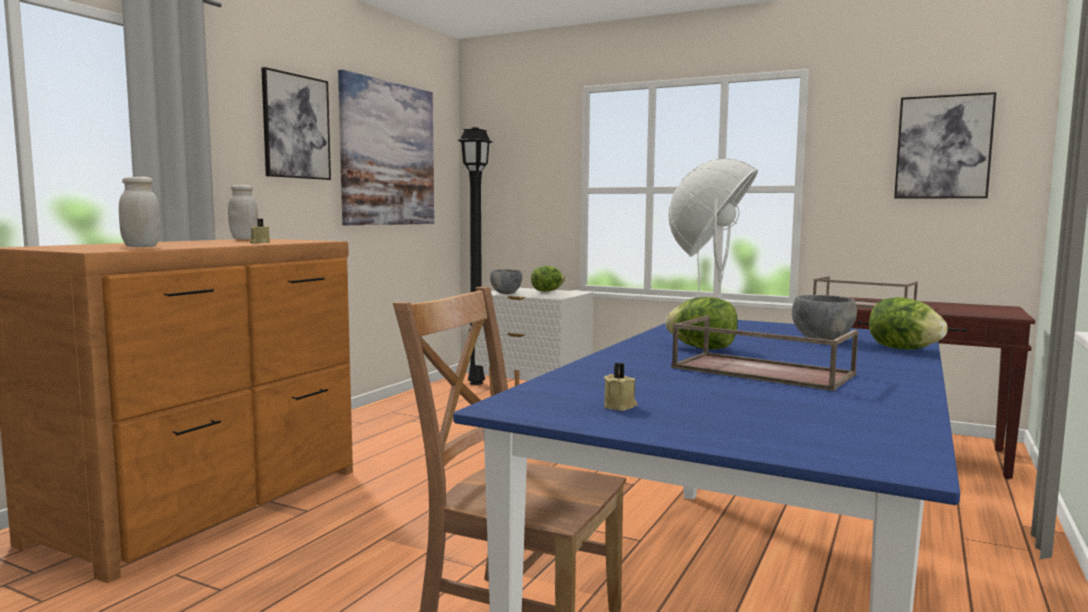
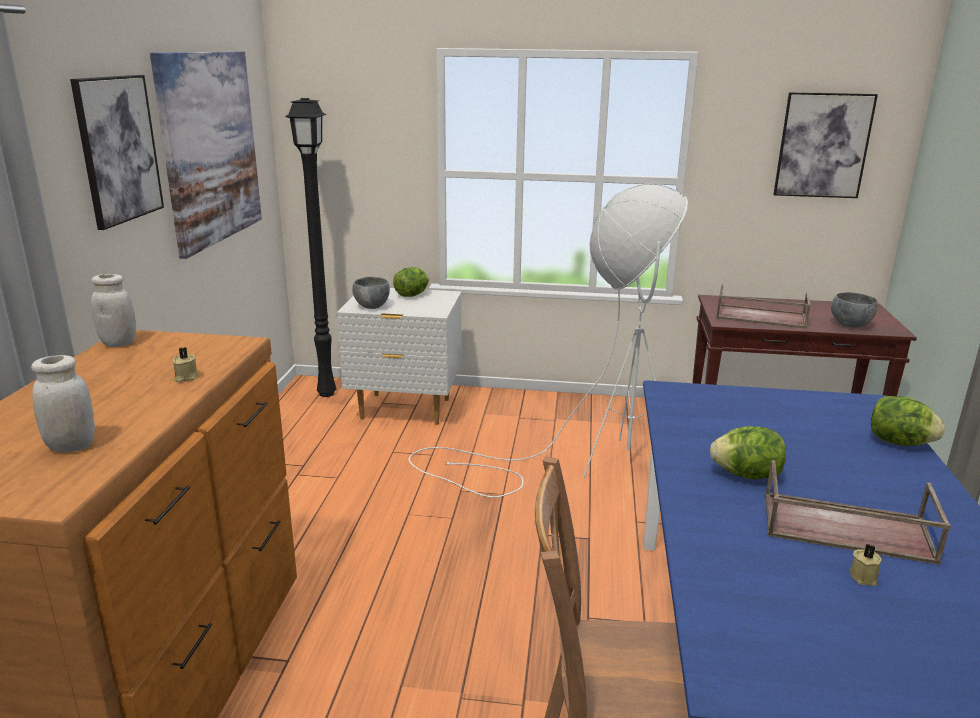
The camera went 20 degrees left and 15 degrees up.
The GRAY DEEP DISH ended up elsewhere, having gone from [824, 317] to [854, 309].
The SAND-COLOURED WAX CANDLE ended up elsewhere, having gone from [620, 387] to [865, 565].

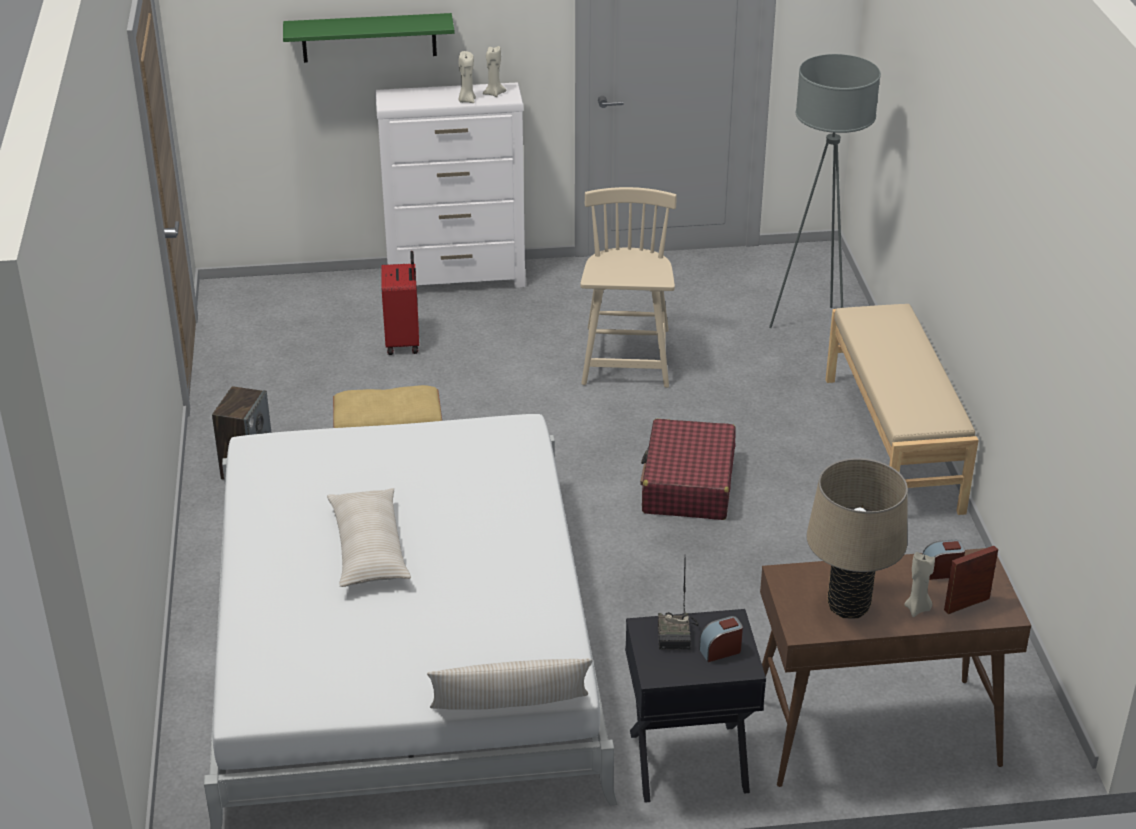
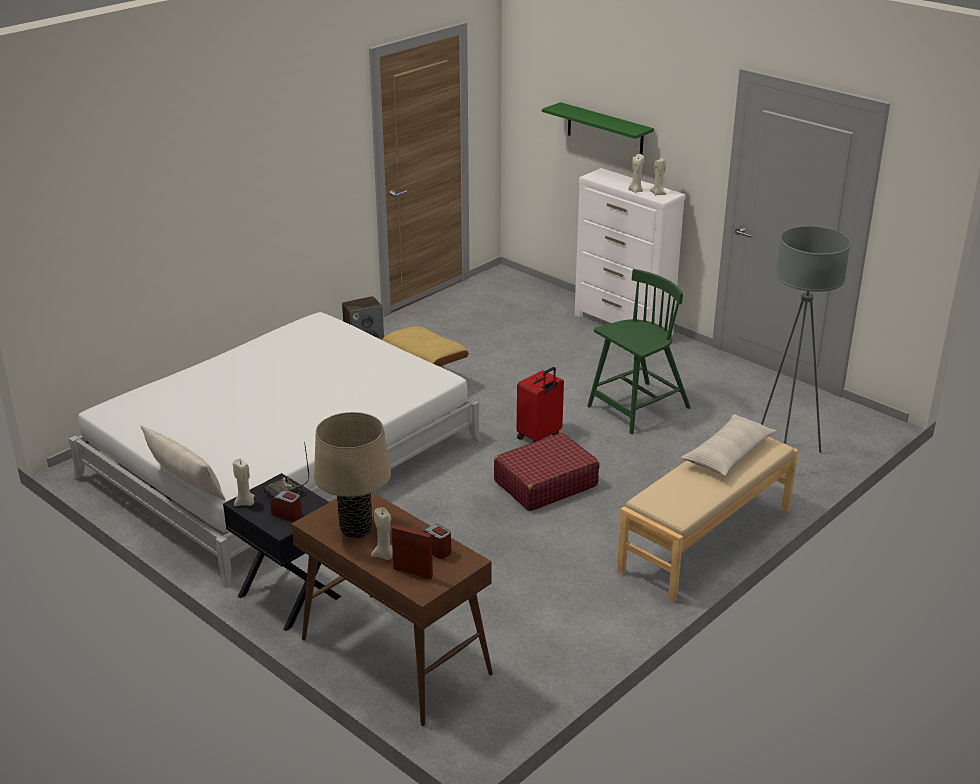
The camera went 50 degrees right and 5 degrees down.
The second view gained the SAND-COLOURED WAX CANDLE at [244, 482].
The REDDISH SUITCASE ended up elsewhere, having gone from [400, 303] to [540, 405].
What was the SAND-COLOURED CHAIR at [628, 287] turned into the GREENISH CHAIR at [639, 351].
The SAND-COLOURED CUSHION ended up elsewhere, having gone from [369, 537] to [729, 445].

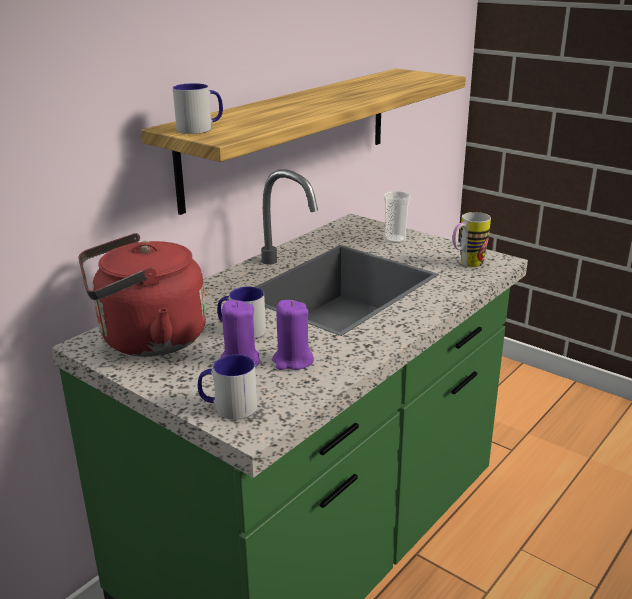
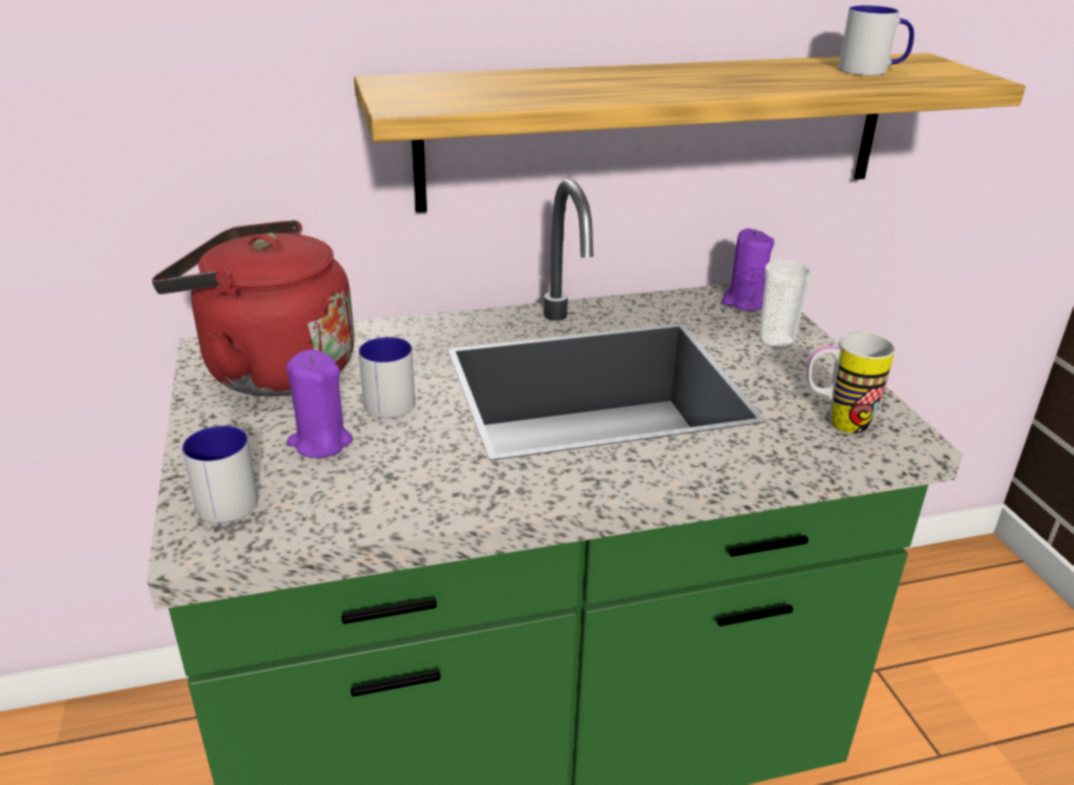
The camera went 35 degrees right and 5 degrees up.
The PURPLE-COLOURED WAX CANDLE ended up elsewhere, having gone from [293, 335] to [748, 269].
The COFFEE MUG ended up elsewhere, having gone from [198, 108] to [876, 40].

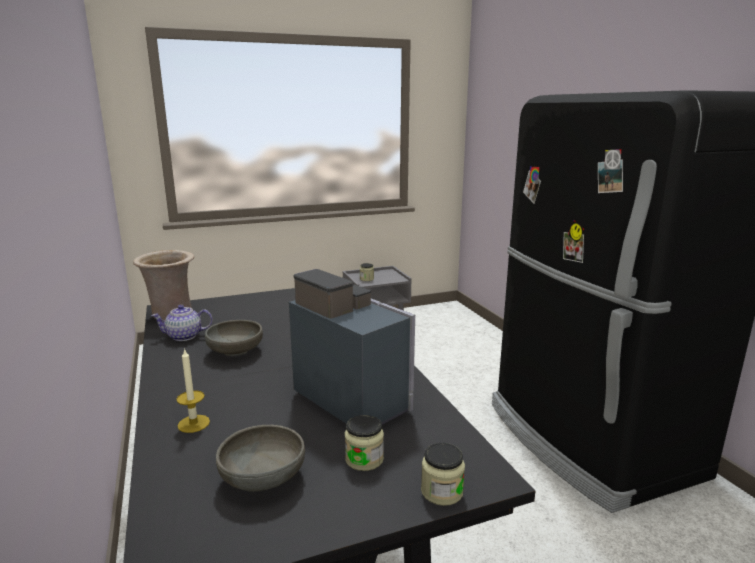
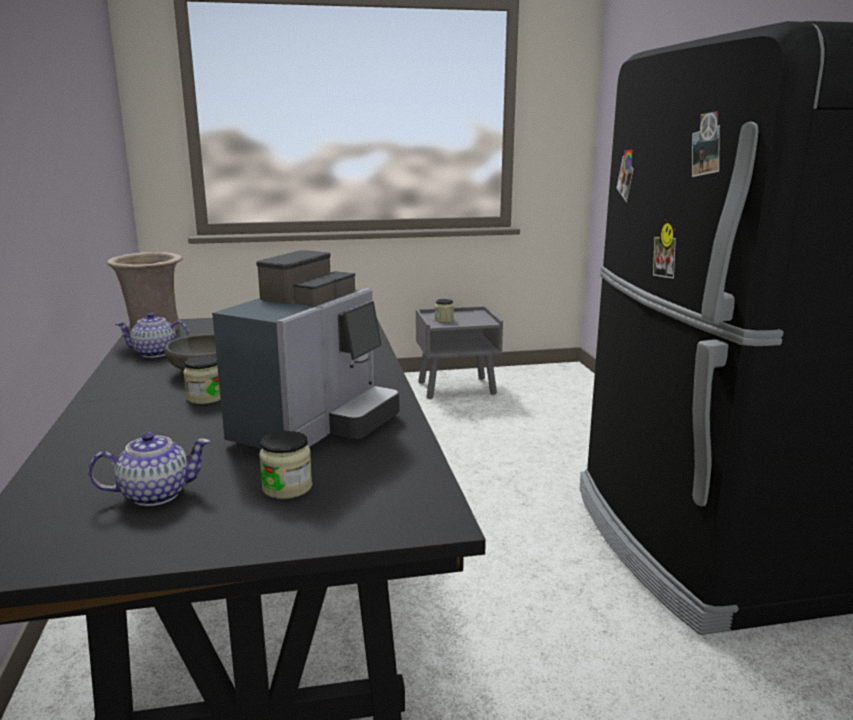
The camera went 10 degrees right and 0 degrees up.
Where the GRAY DEEP DISH stood at [260, 458], the TEA POT came to stand at [149, 469].
The JAR ended up elsewhere, having gone from [443, 474] to [202, 379].
The COFFEE MACHINE at [352, 347] ended up facing another way, 60 degrees clockwise from before.
The second view lost the WAX CANDLE at [193, 390].

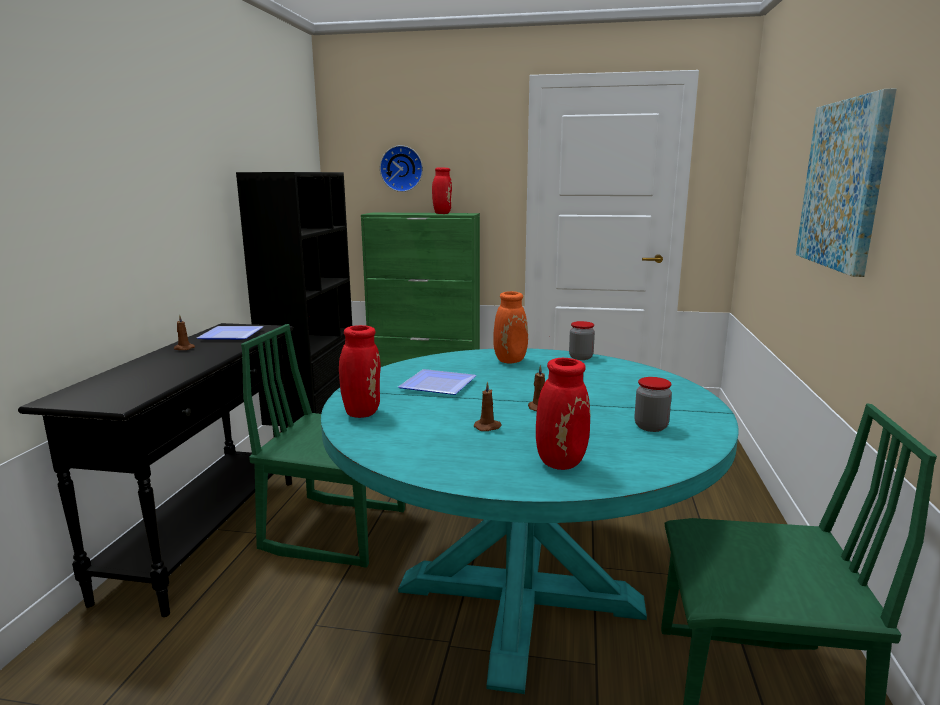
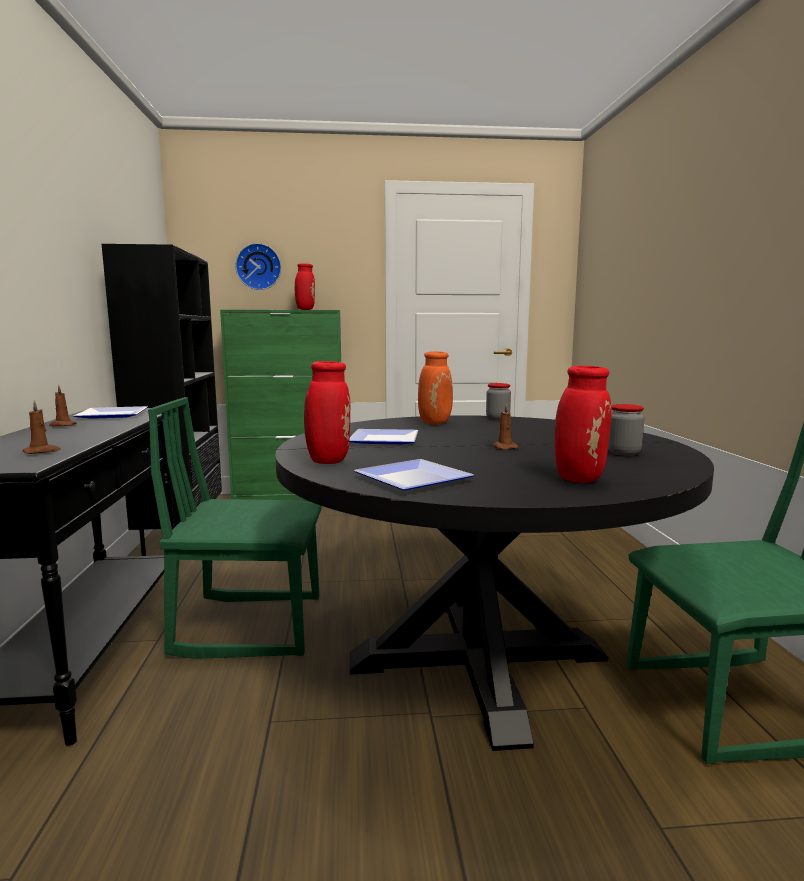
The camera went 15 degrees left and 5 degrees down.
The BROWN-COLOURED WAX CANDLE ended up elsewhere, having gone from [488, 406] to [41, 426].
What was the TURQUOISE DINNER TABLE at [530, 521] turned into the BLACK-COLOURED DINNER TABLE at [494, 583].
The second view gained the PLATE at [414, 474].
The second view lost the WALL PICTURE at [846, 182].

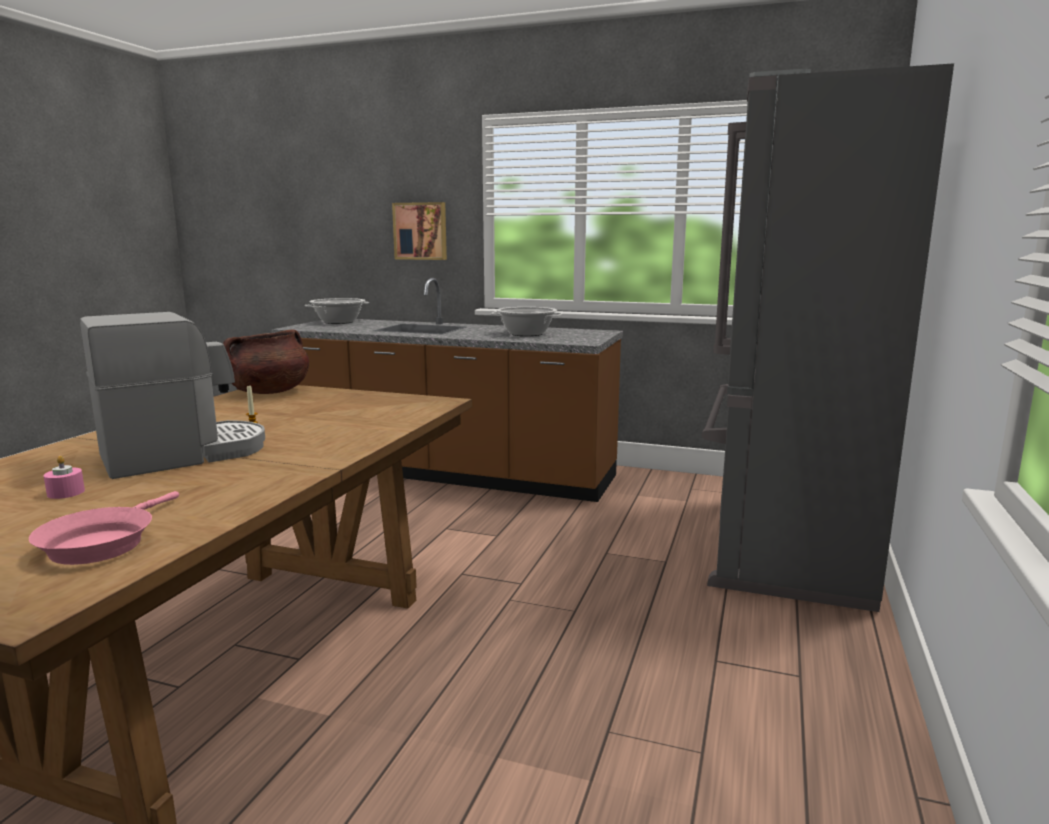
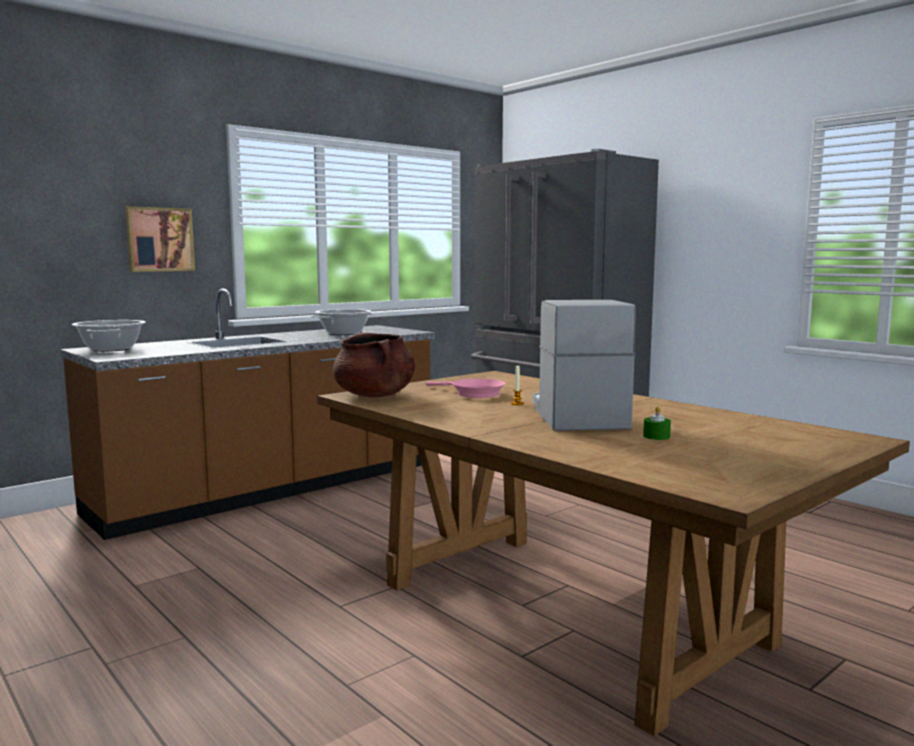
The camera went 60 degrees left and 5 degrees down.
The PINKISH SKILLET ended up elsewhere, having gone from [104, 528] to [465, 388].
What was the PINKISH WAX CANDLE at [64, 477] turned into the GREENISH WAX CANDLE at [657, 423].

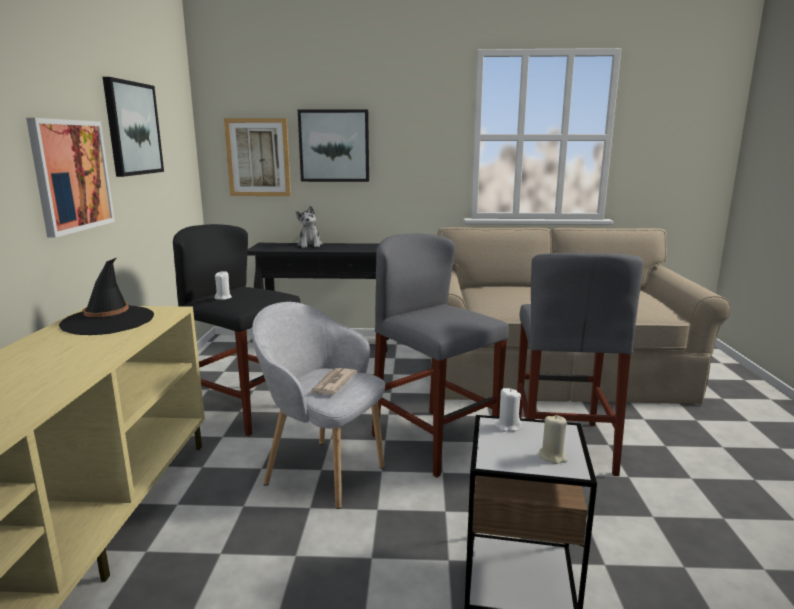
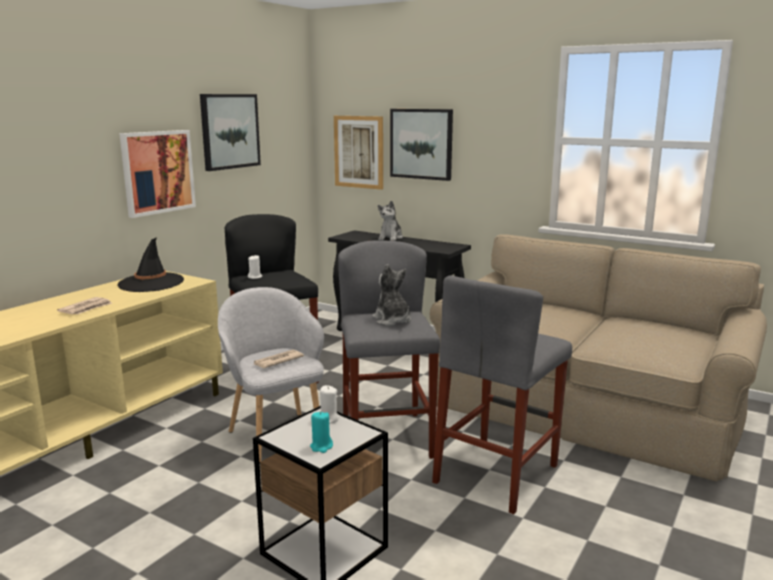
The camera went 30 degrees right and 0 degrees up.
The second view gained the DAILY PAPER at [85, 306].
What was the SAND-COLOURED WAX CANDLE at [554, 439] turned into the TURQUOISE WAX CANDLE at [321, 432].
The second view gained the PLUSH TOY at [391, 295].

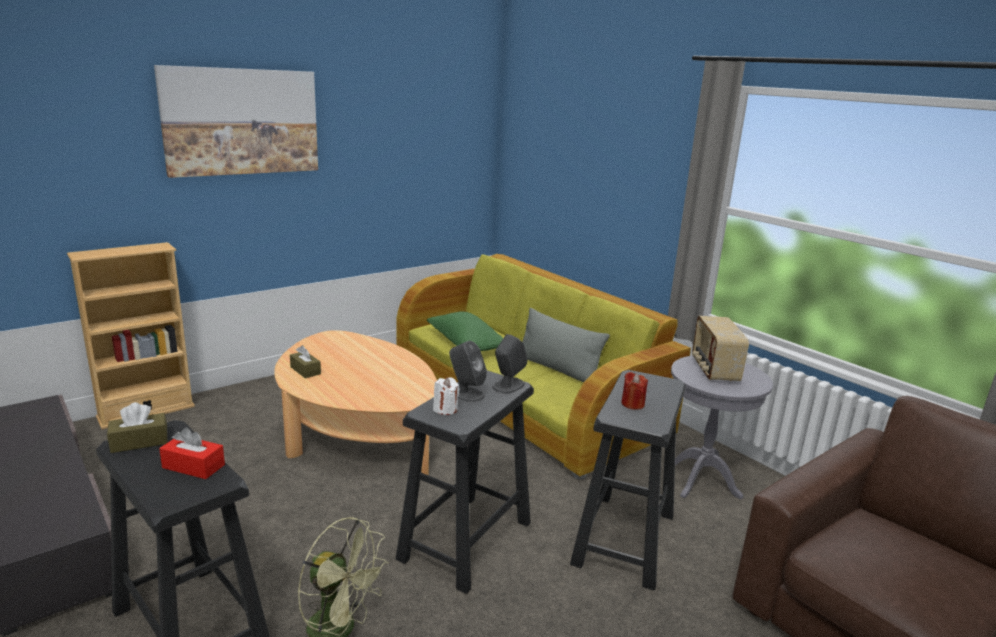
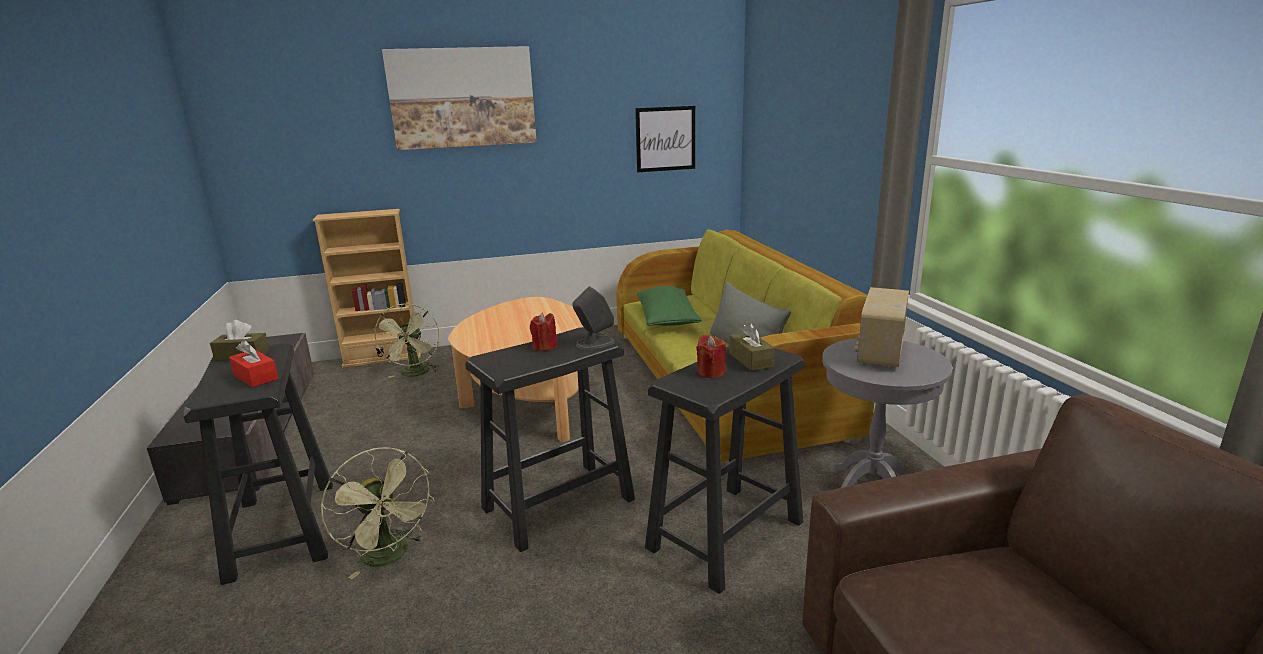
The camera went 25 degrees right and 0 degrees up.
The second view gained the GREENISH FAN at [406, 341].
Where the GRAY LOUDSPEAKER stood at [468, 371], the REDDISH WAX CANDLE came to stand at [543, 332].
The second view gained the WALL PICTURE at [665, 139].
The BROWN-COLOURED TISSUE BOX ended up elsewhere, having gone from [305, 361] to [752, 346].
The second view lost the WHITISH WAX CANDLE at [446, 396].

